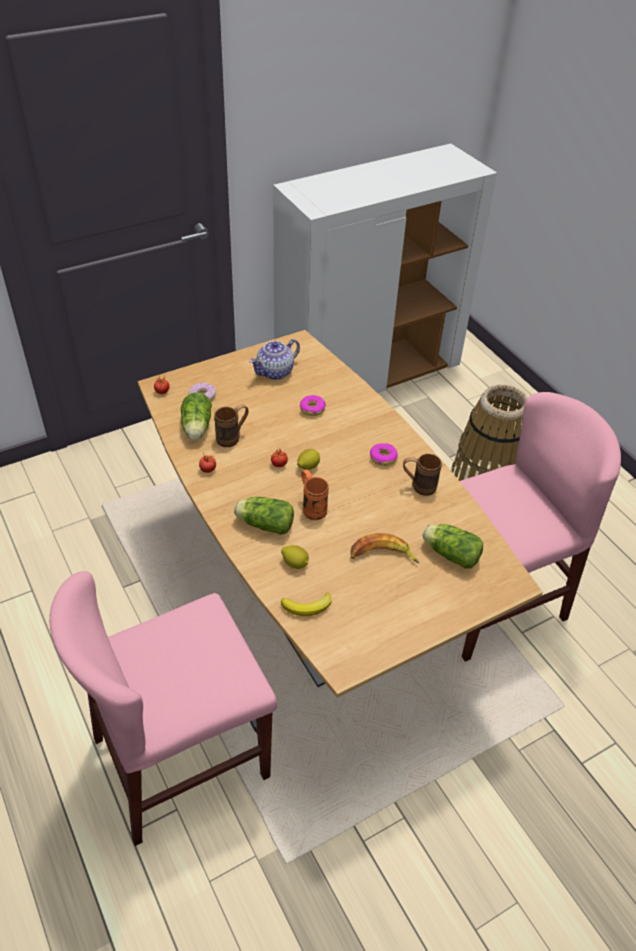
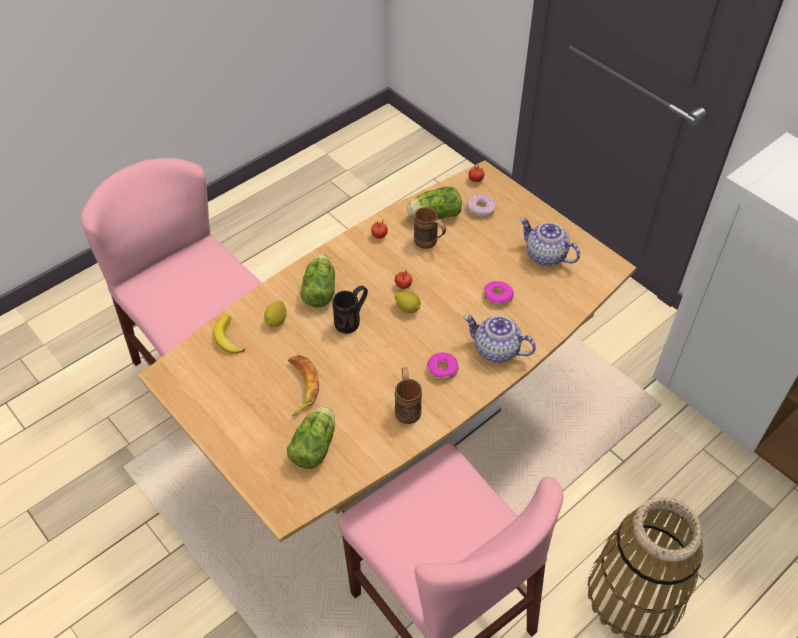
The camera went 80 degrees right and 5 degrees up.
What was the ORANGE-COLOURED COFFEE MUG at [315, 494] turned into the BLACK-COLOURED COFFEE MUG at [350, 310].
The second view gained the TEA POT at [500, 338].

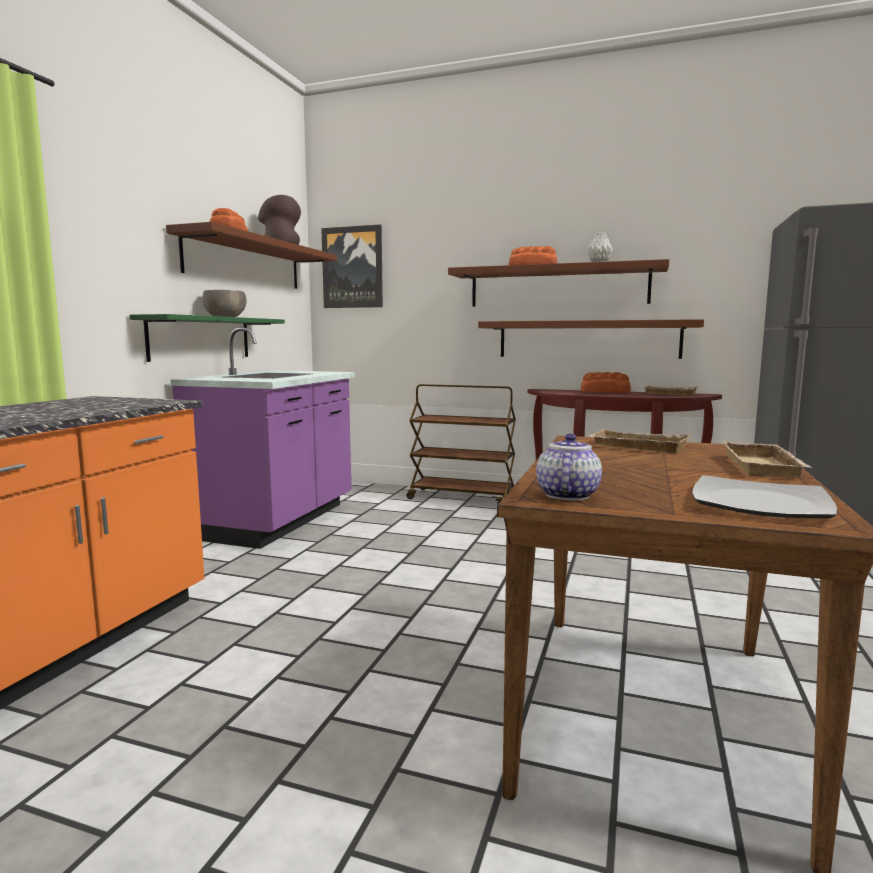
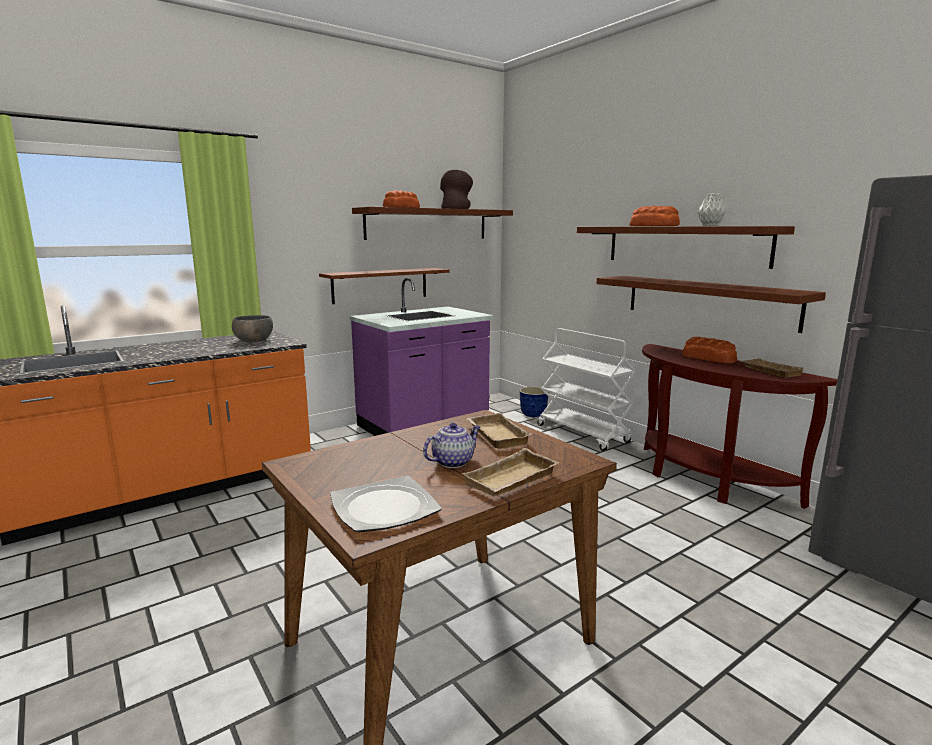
The camera went 35 degrees right and 5 degrees up.
The GRAY DEEP DISH ended up elsewhere, having gone from [224, 303] to [252, 328].
What was the GREENISH WALL SHELF at [207, 338] turned into the BROWN-COLOURED WALL SHELF at [384, 286].
The TEA POT ended up elsewhere, having gone from [569, 467] to [451, 445].
The second view gained the FLOWER POT at [534, 402].
What was the BROWN-COLOURED TROLLEY at [461, 444] turned into the WHITISH TROLLEY at [587, 389].
The second view lost the WALL PICTURE at [352, 266].

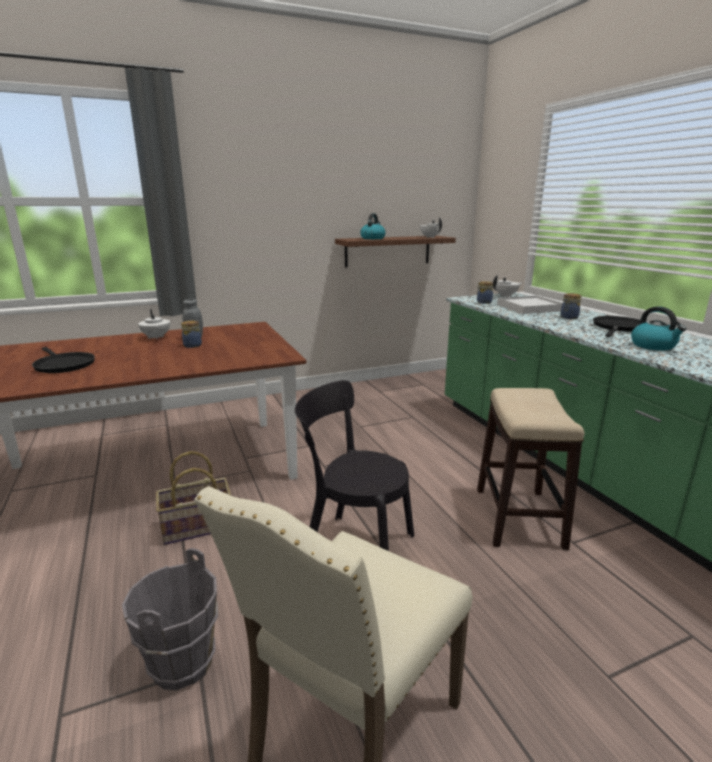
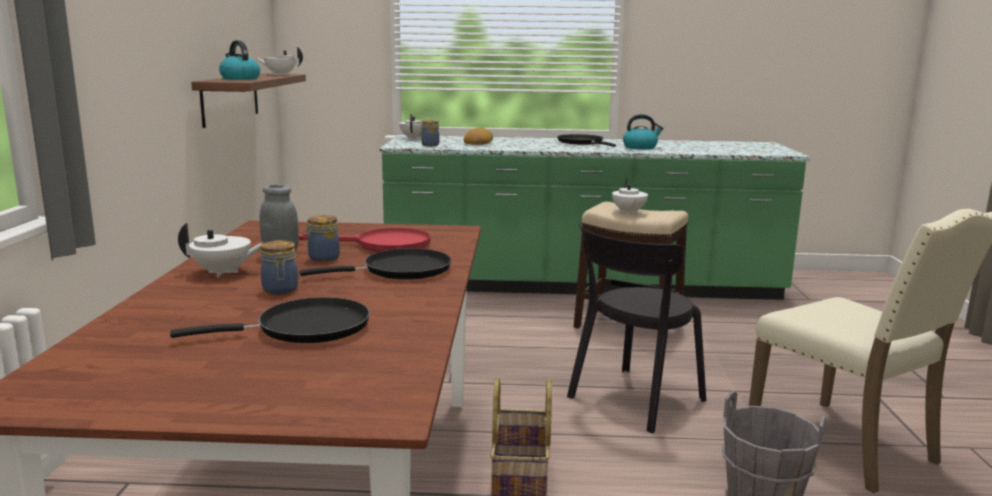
The camera went 65 degrees left and 5 degrees down.
The JAR ended up elsewhere, having gone from [571, 306] to [279, 267].
The second view gained the REDDISH SKILLET at [364, 240].
The second view gained the BLACK-COLOURED SKILLET at [375, 264].
Where the WHITISH CARRYING TRAY stood at [530, 305], the BAKERY BREAD came to stand at [478, 136].
The second view gained the WHITISH TEA POT at [630, 196].

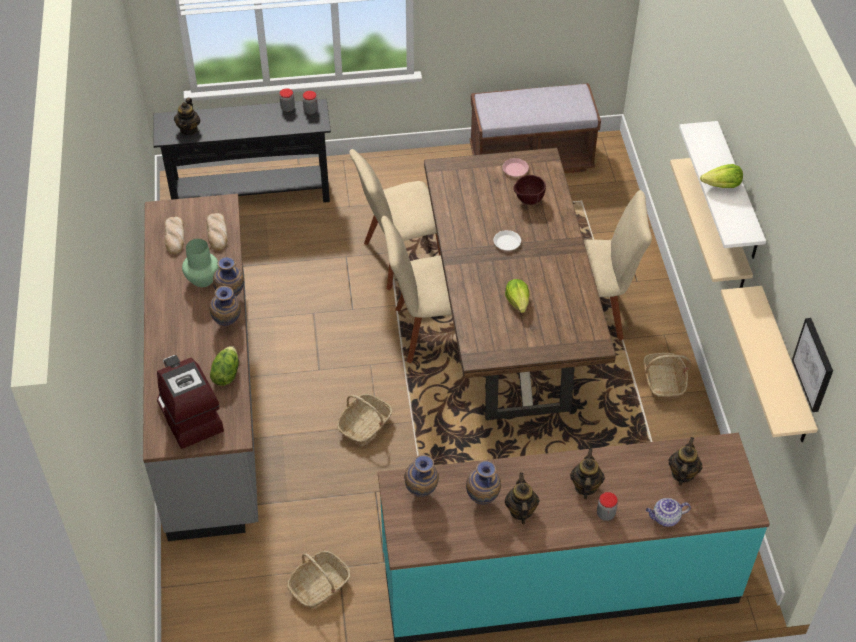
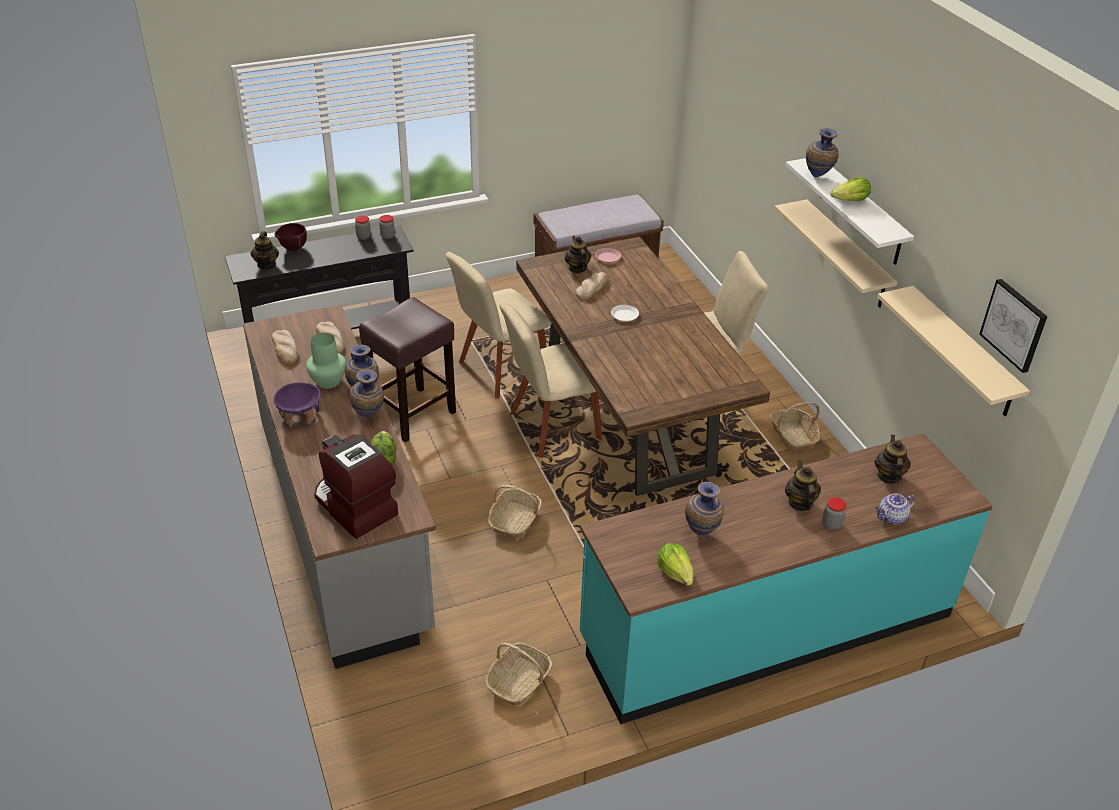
The camera went 15 degrees left and 10 degrees down.
The second view gained the PURPLE-COLOURED DEEP DISH at [297, 404].
The BROWN-COLOURED DEEP DISH ended up elsewhere, having gone from [529, 190] to [290, 237].
The second view gained the BROWN-COLOURED STOOL SEAT at [407, 369].
The TEA POT ended up elsewhere, having gone from [522, 498] to [578, 254].
The second view gained the BAKERY BREAD at [591, 286].
The LETTUCE HEAD ended up elsewhere, having gone from [517, 296] to [675, 564].
The FLOWER VASE ended up elsewhere, having gone from [421, 476] to [822, 152].

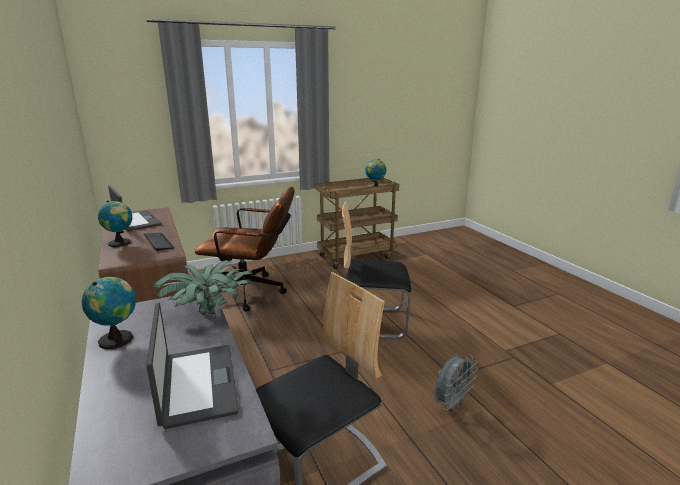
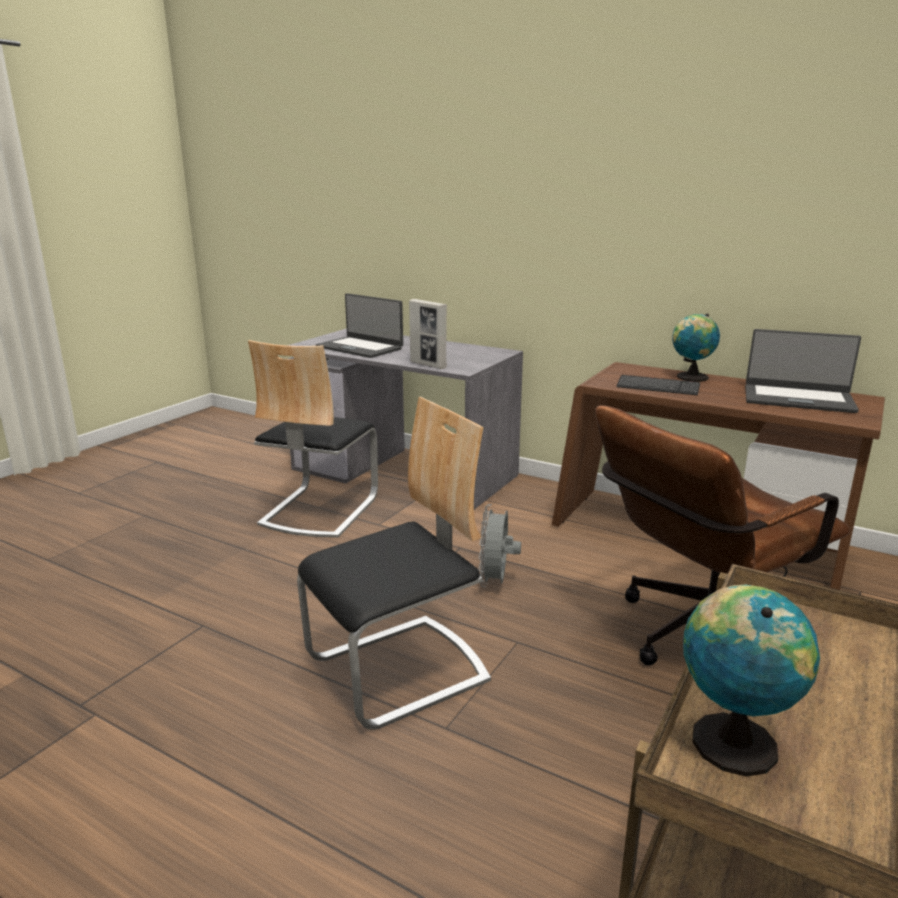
The camera went 145 degrees right and 0 degrees up.
Where the POTTED PLANT stood at [203, 288], the PICTURE FRAME came to stand at [428, 334].
The GRAY FAN ended up elsewhere, having gone from [456, 384] to [499, 545].
The second view lost the DESK GLOBE at [109, 313].

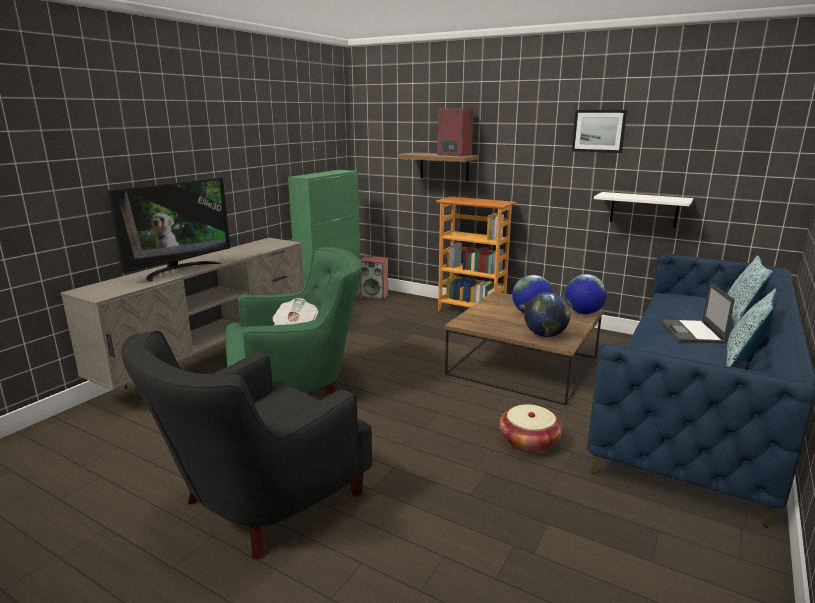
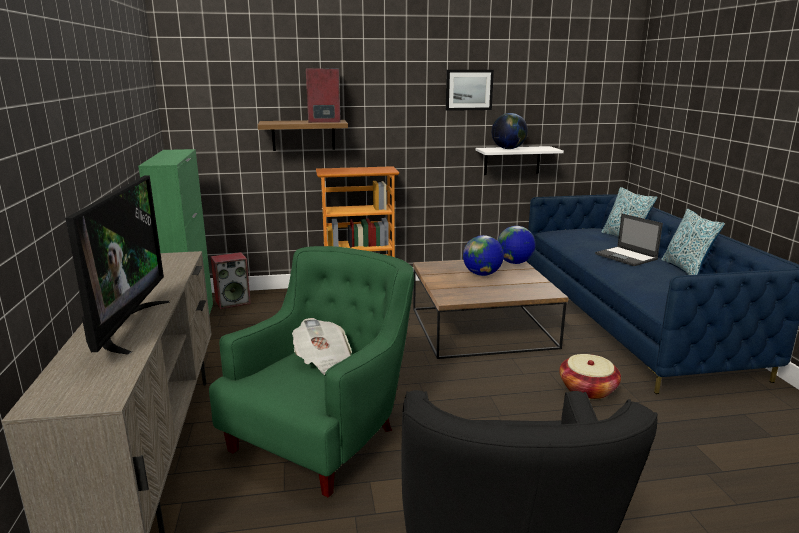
The camera went 40 degrees left and 0 degrees up.
The DESK GLOBE ended up elsewhere, having gone from [547, 314] to [510, 131].

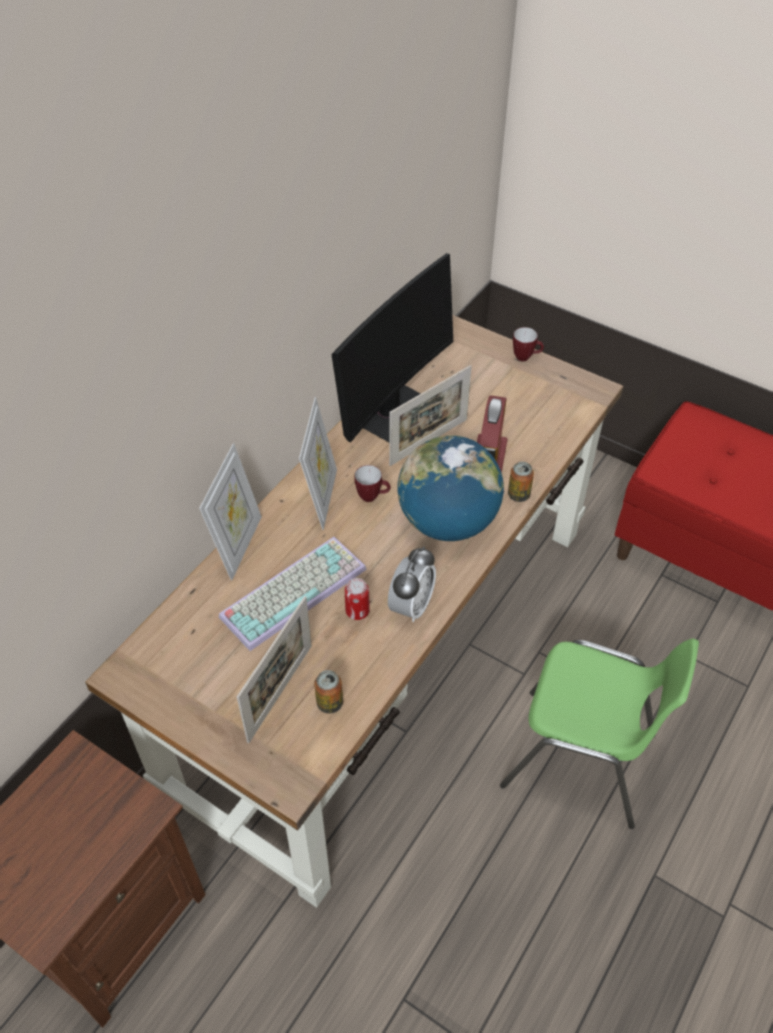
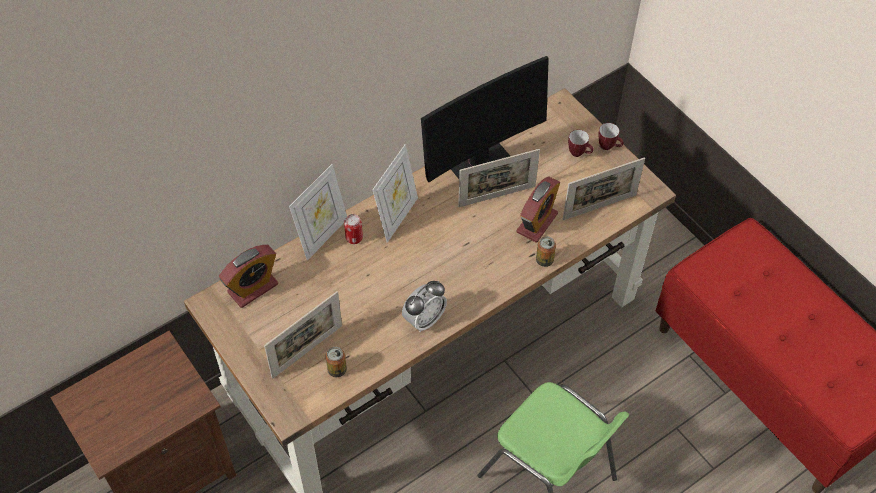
The camera went 20 degrees right and 5 degrees up.
The second view gained the ALARM CLOCK at [248, 276].
The METAL CAN ended up elsewhere, having gone from [357, 599] to [353, 229].
The second view gained the PICTURE FRAME at [604, 188].
The COFFEE MUG ended up elsewhere, having gone from [372, 483] to [581, 143].
The second view lost the KEYBOARD at [293, 594].
The second view lost the DESK GLOBE at [450, 488].

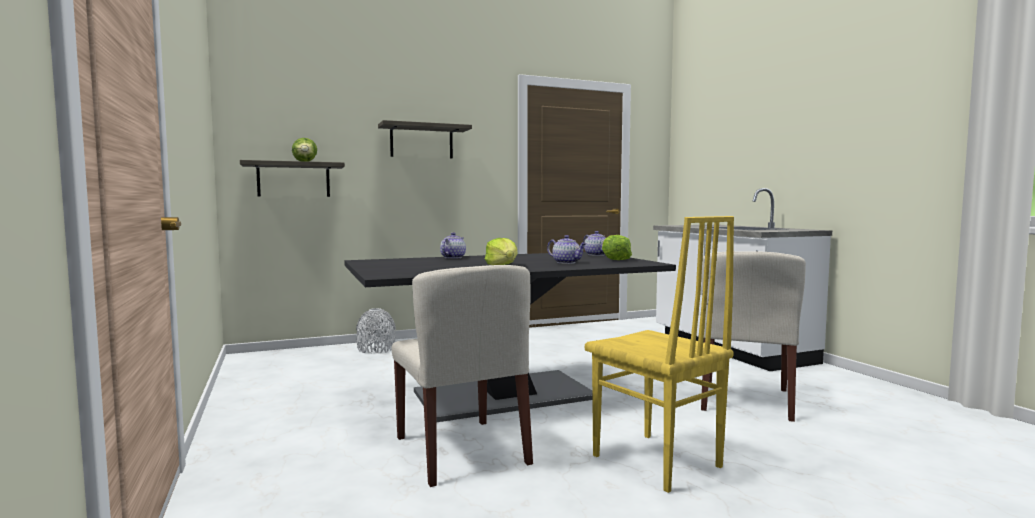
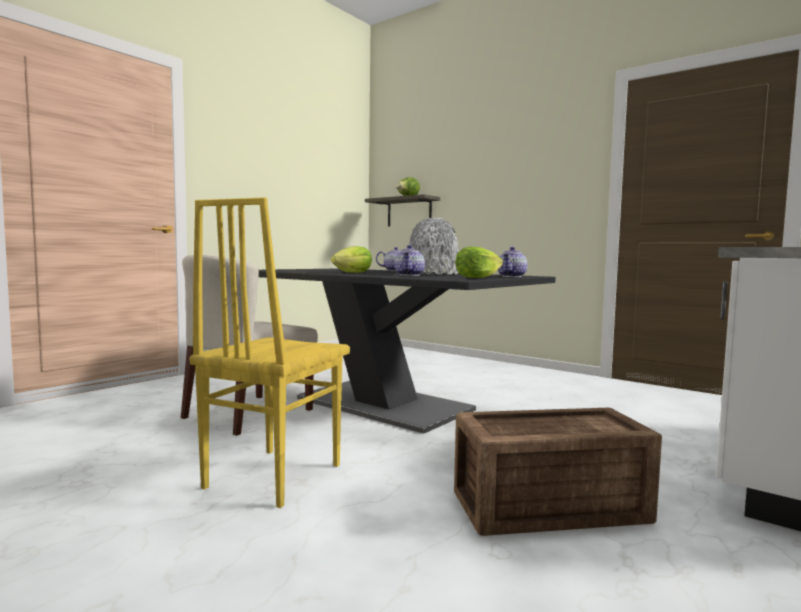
The camera went 60 degrees right and 0 degrees up.
The GRAY FLOWER VASE ended up elsewhere, having gone from [376, 331] to [434, 246].
Where the SAND-COLOURED CHAIR stood at [753, 336], the SHIPPING CRATE came to stand at [558, 472].
The second view lost the WALL SHELF at [425, 139].

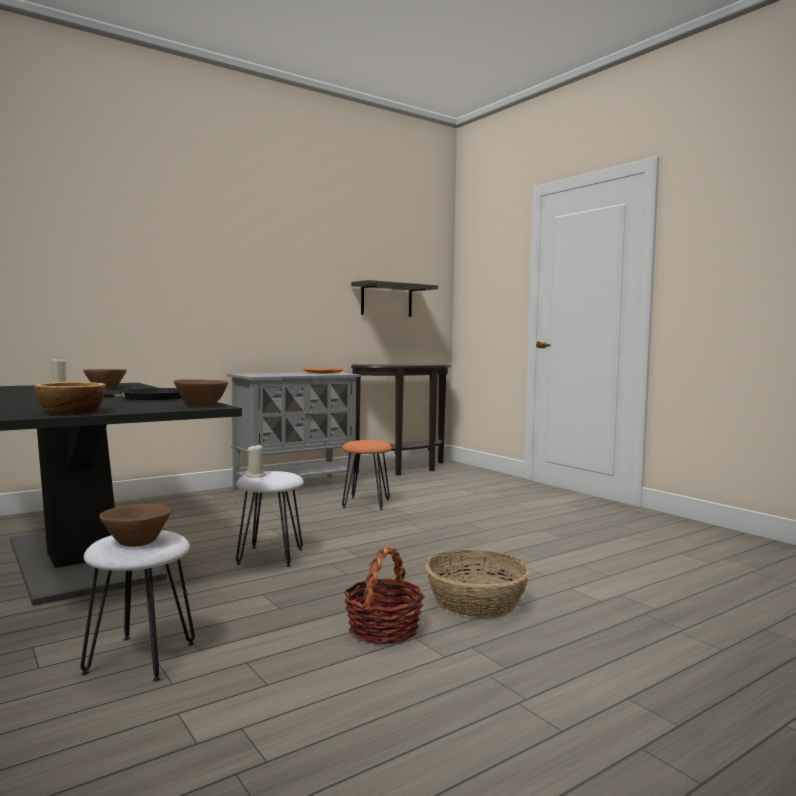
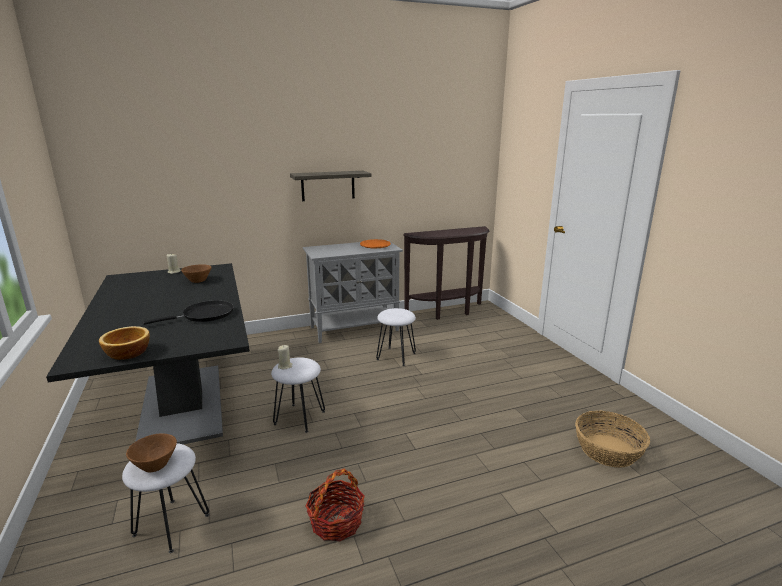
The camera went 15 degrees right and 15 degrees up.
The WALL SHELF ended up elsewhere, having gone from [394, 298] to [331, 186].
What was the ORANGE-COLOURED STOOL SEAT at [367, 475] turned into the WHITISH STOOL SEAT at [396, 337].
The STORAGE BASKET ended up elsewhere, having gone from [477, 584] to [612, 439].
The second view lost the BROWN-COLOURED DEEP DISH at [200, 392].

